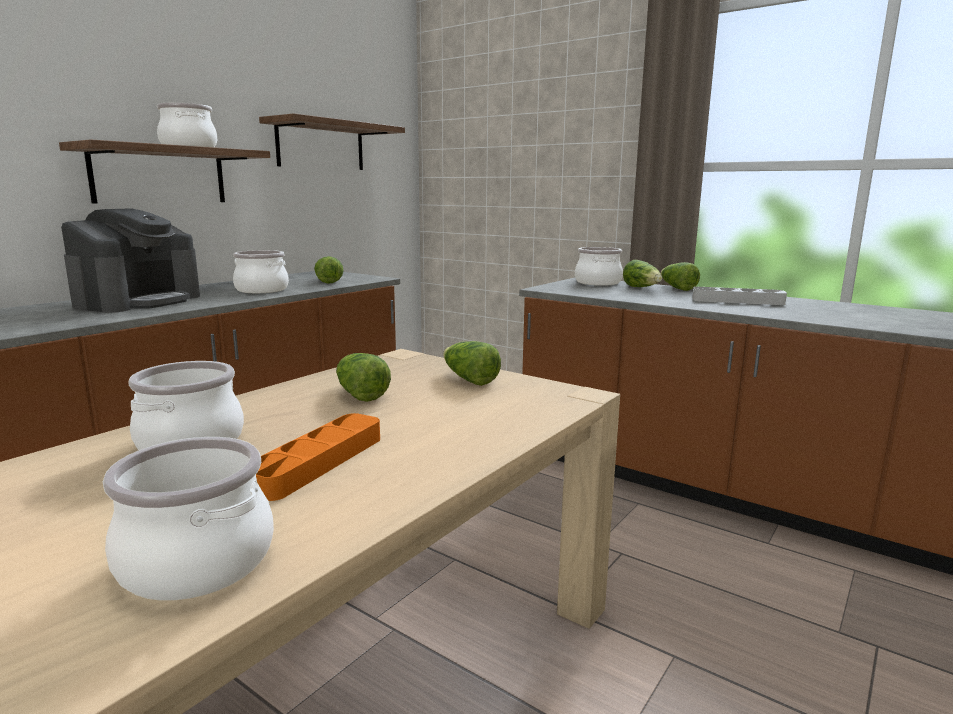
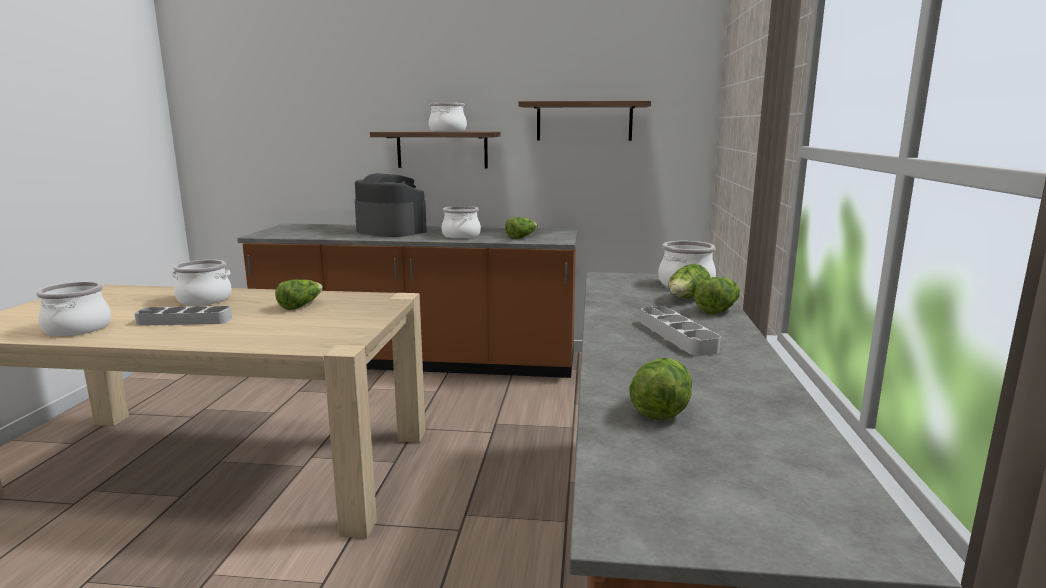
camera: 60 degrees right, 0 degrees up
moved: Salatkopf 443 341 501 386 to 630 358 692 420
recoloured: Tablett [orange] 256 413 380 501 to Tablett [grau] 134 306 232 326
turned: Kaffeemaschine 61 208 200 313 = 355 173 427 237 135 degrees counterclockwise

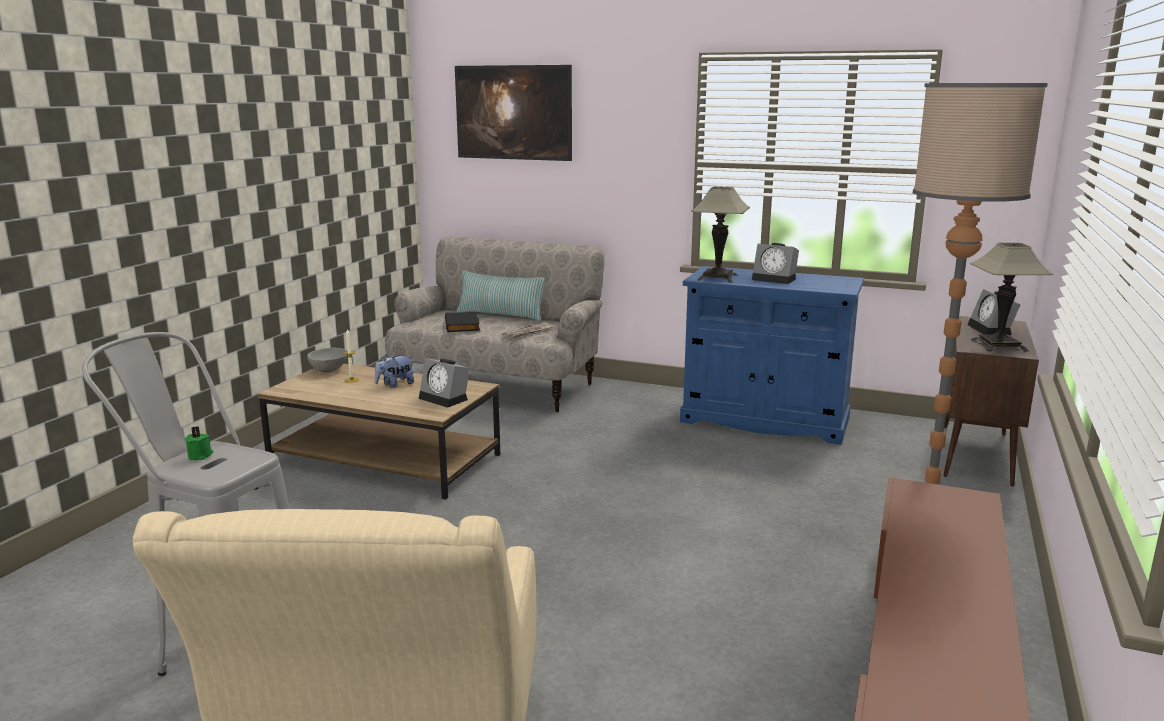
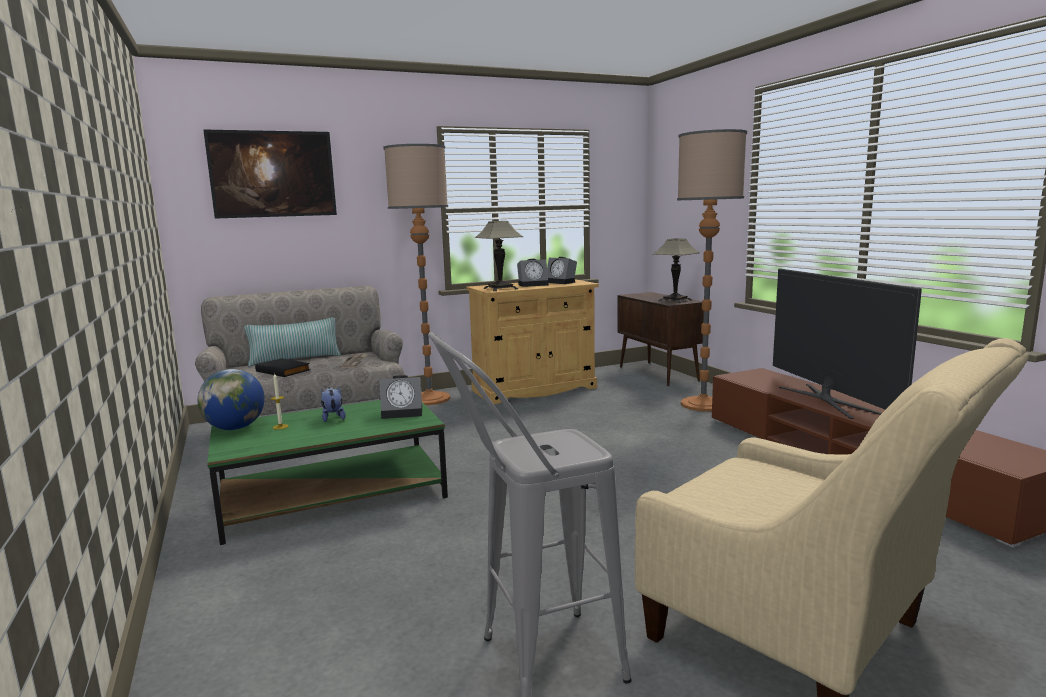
camera: 45 degrees left, 5 degrees down
removed: Kerze [grün] 185 426 214 460
added: Stehlampe 384 144 450 405; Fernseher 773 268 922 419
moved: Wecker 967 289 1021 335 to 547 257 577 284
replaced: Schüssel [grau] 307 348 347 372 to Globus 198 369 265 430
recoloured: Couchtisch [braun] 257 364 500 499 to Couchtisch [grün] 207 400 448 545; Schrank [blau] 680 266 864 445 to Schrank [beige] 466 279 599 404
turned: Plüschtier 374 354 414 388 = 321 387 346 422 150 degrees clockwise

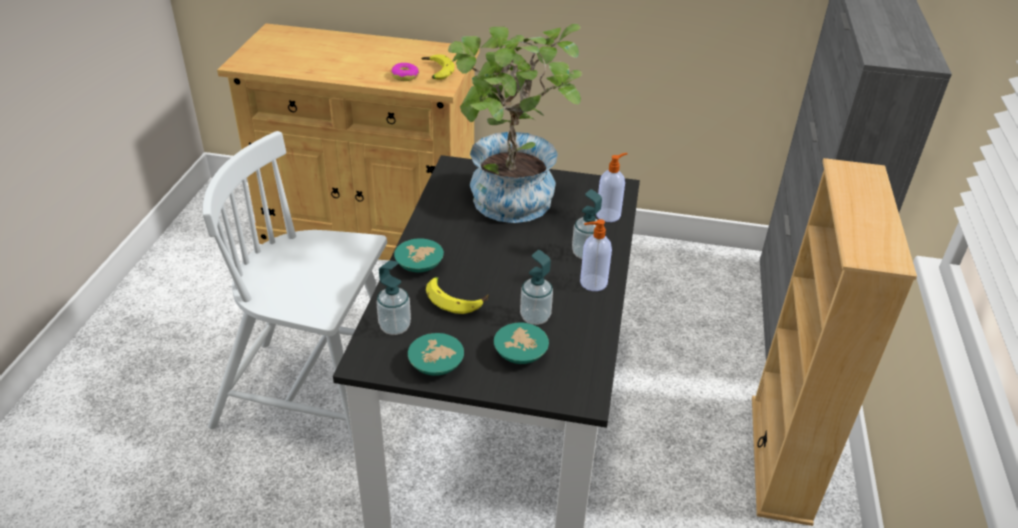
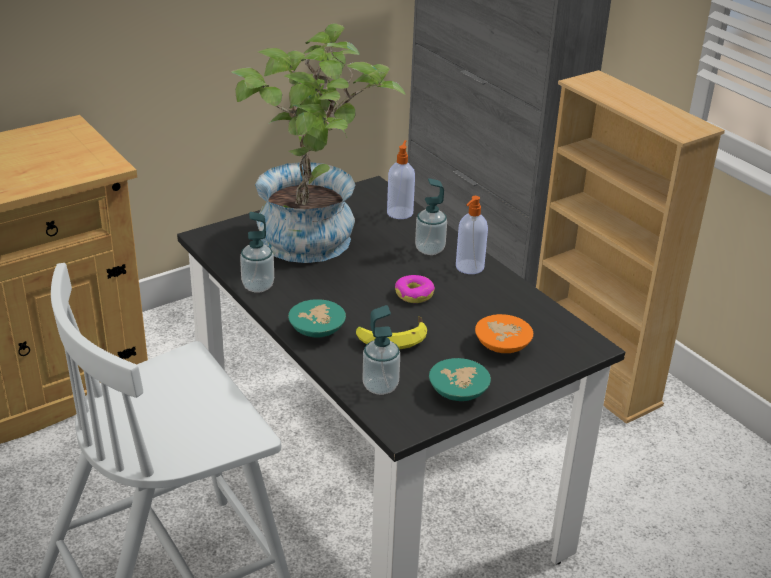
camera: 45 degrees left, 5 degrees down
removed: Banane 421 54 455 80
moved: Donut 391 63 419 81 to 395 275 435 303; Seifenspender 520 250 553 325 to 240 212 274 293
recoloured: Schüssel [türkis] 494 323 549 364 to Schüssel [orange] 475 314 533 353

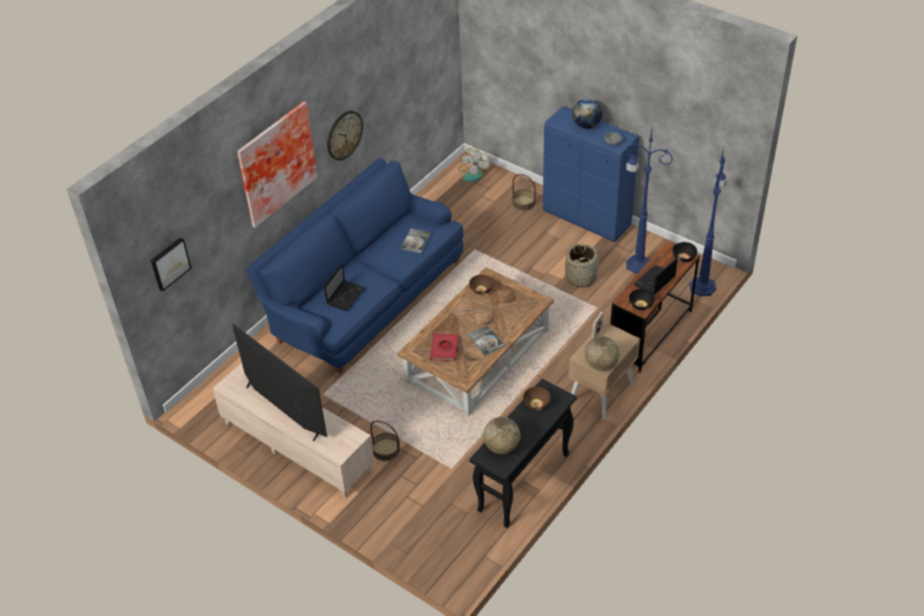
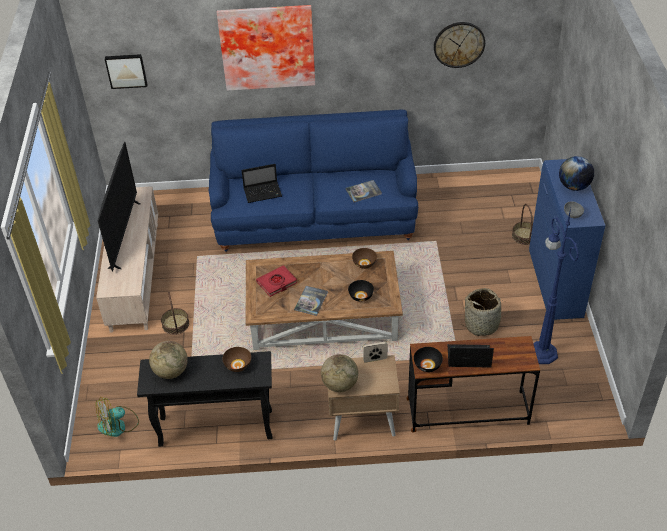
camera: 50 degrees right, 0 degrees up
removed: Stehlampe [blau] 690 147 727 296
moved: Wanduhr 327 111 363 160 to 434 22 485 68; Ventilator 458 148 491 182 to 96 397 139 437; Schüssel [schwarz] 672 242 697 262 to 348 280 374 302

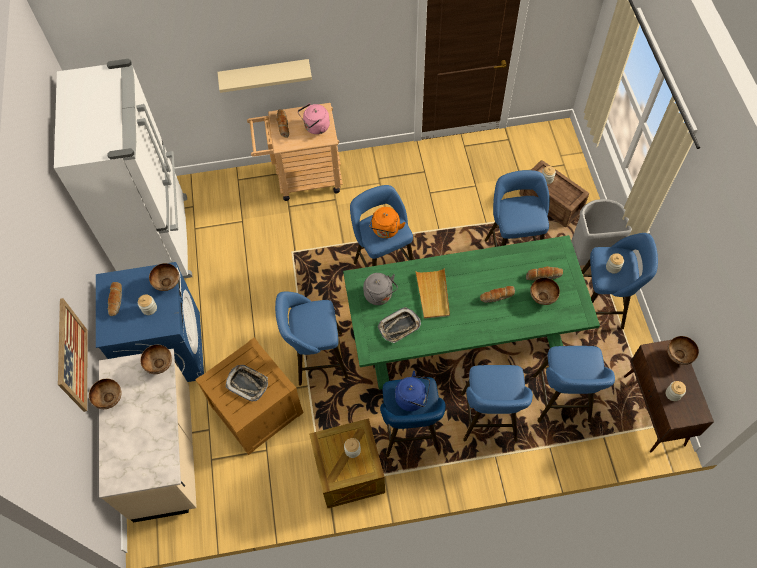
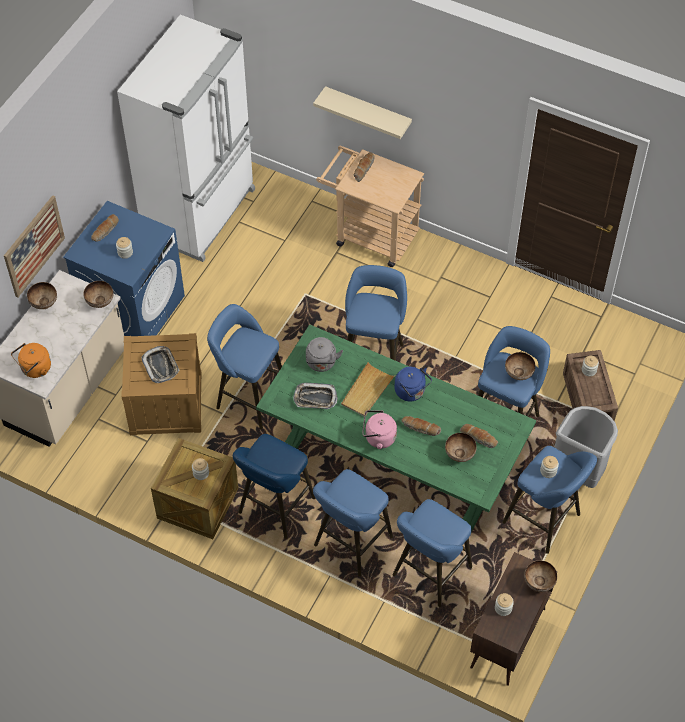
camera: 35 degrees right, 5 degrees down
moved: Schüssel 149 263 179 291 to 505 352 536 380; Wasserkessel [rosa] 298 103 330 134 to 362 410 397 449; Wasserkessel [orange] 369 207 406 238 to 11 343 51 378; Wasserkessel [blau] 395 371 430 411 to 395 367 432 401

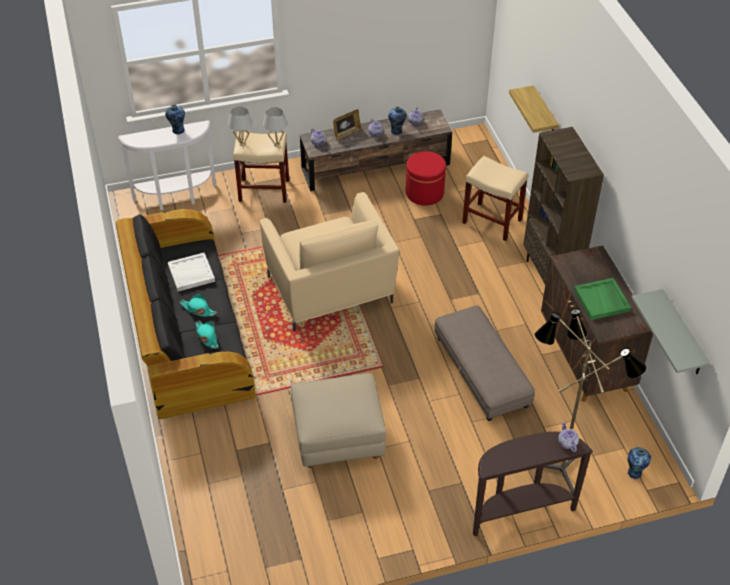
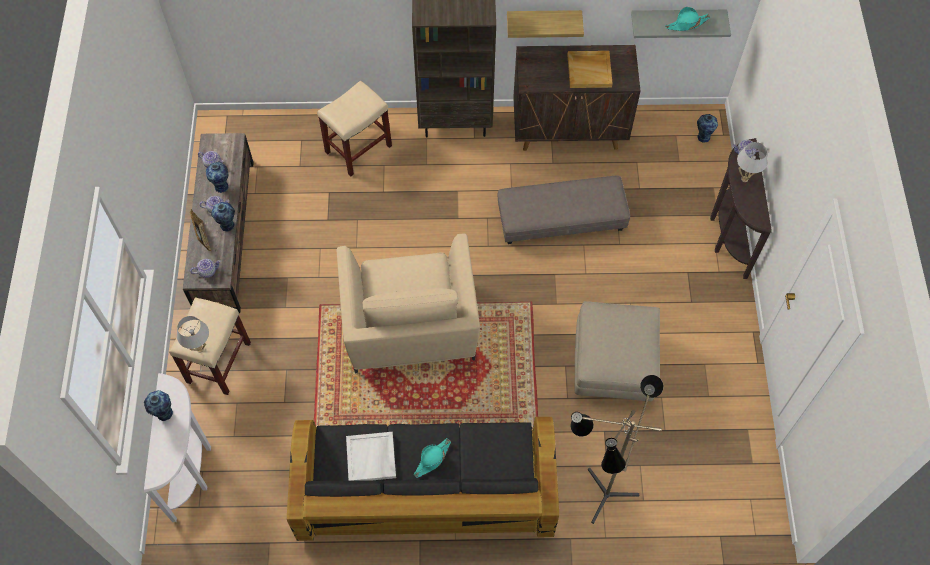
camera: 75 degrees left, 15 degrees up
removed: Polsterhocker [rot] 406 151 446 206
added: Vase 211 202 235 231
moved: Hut [türkis] 196 321 219 349 to 665 7 710 31; Tischlampe [weiß] 263 107 288 147 to 737 142 767 182; Wandregal 509 85 559 133 to 507 10 584 38; Stehlampe 534 308 646 495 to 571 375 664 524
recoloured: Tablett [grün] 574 278 631 320 to Tablett [beige] 567 51 613 88
turned: Sessel [beige] 260 192 399 332 = 337 234 480 373 90 degrees clockwise

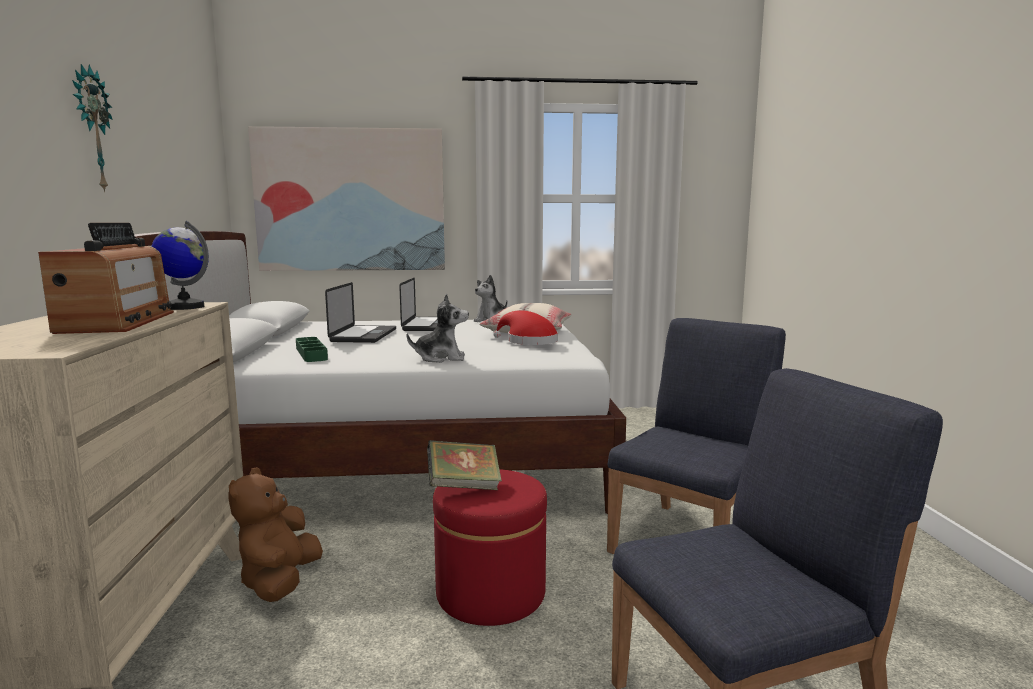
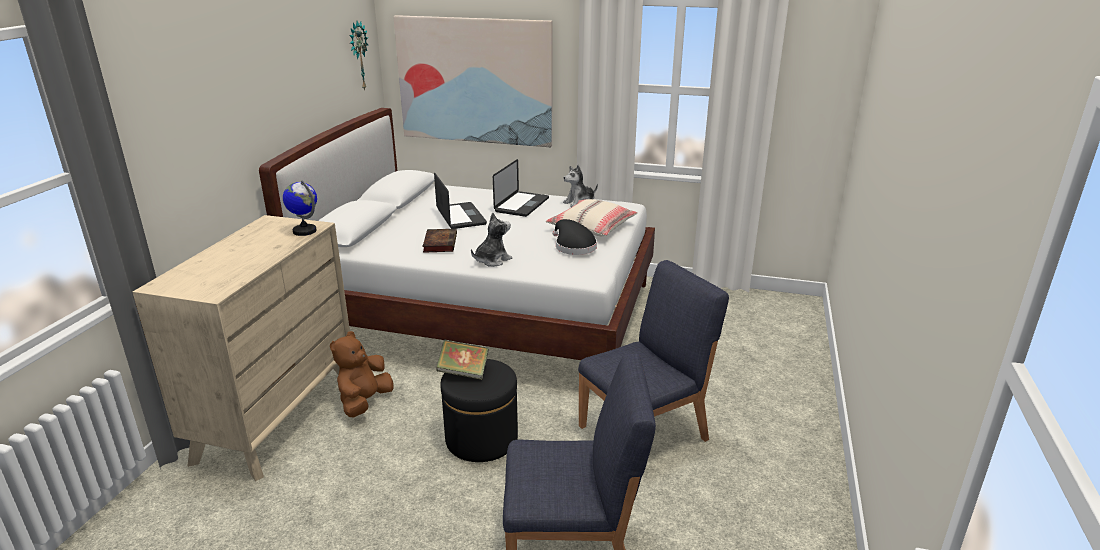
camera: 20 degrees right, 15 degrees up
removed: Radio 38 223 174 334; Tablett [grün] 296 337 328 362
added: Buch 422 229 457 253
moved: Wanduhr 72 64 113 192 to 349 21 368 90
recoloured: Polsterhocker [rot] 433 469 547 626 to Polsterhocker [schwarz] 441 359 518 462; Hut [rot] 493 310 558 345 to Hut [schwarz] 552 219 597 255
turned: Laptop 325 282 396 343 = 434 173 487 229 45 degrees counterclockwise; Plüschtier 407 294 469 363 = 471 213 512 267 60 degrees counterclockwise

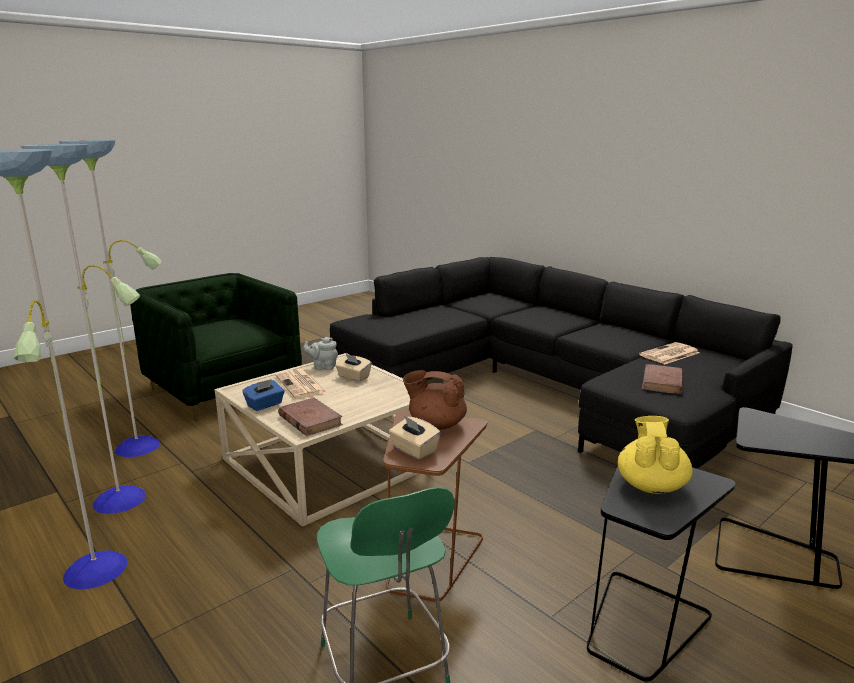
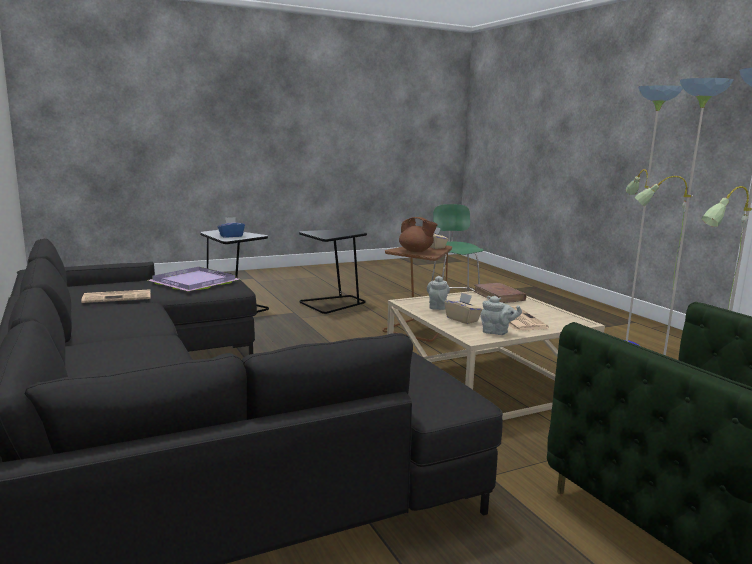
camera: 165 degrees left, 5 degrees down
removed: Teekanne [gelb] 618 416 693 494
added: Teekanne [grau] 427 276 450 310
moved: Taschentuchbox [blau] 242 379 285 411 to 218 217 245 238
replaced: Buch [braun] 642 364 683 394 to Tablett [lila] 148 267 239 291

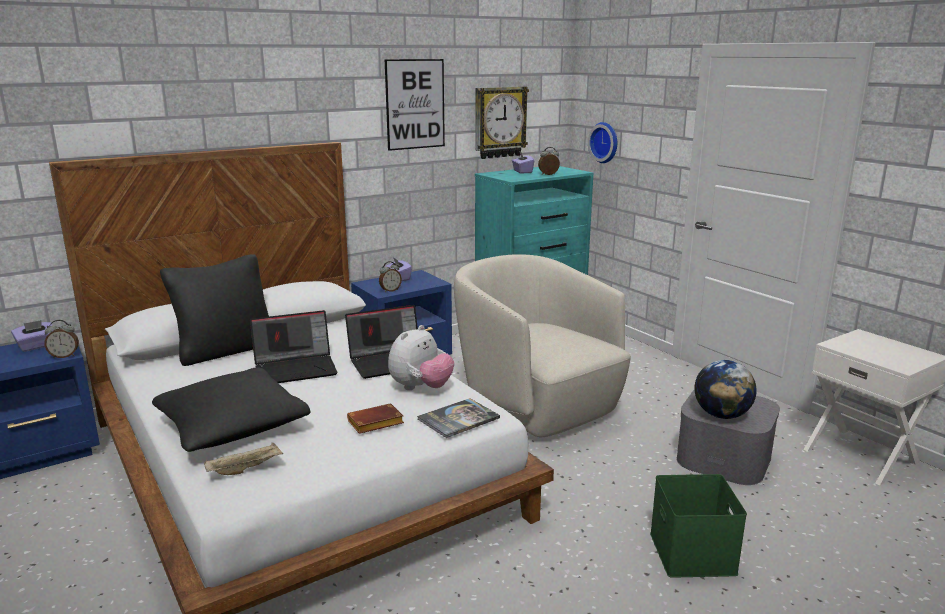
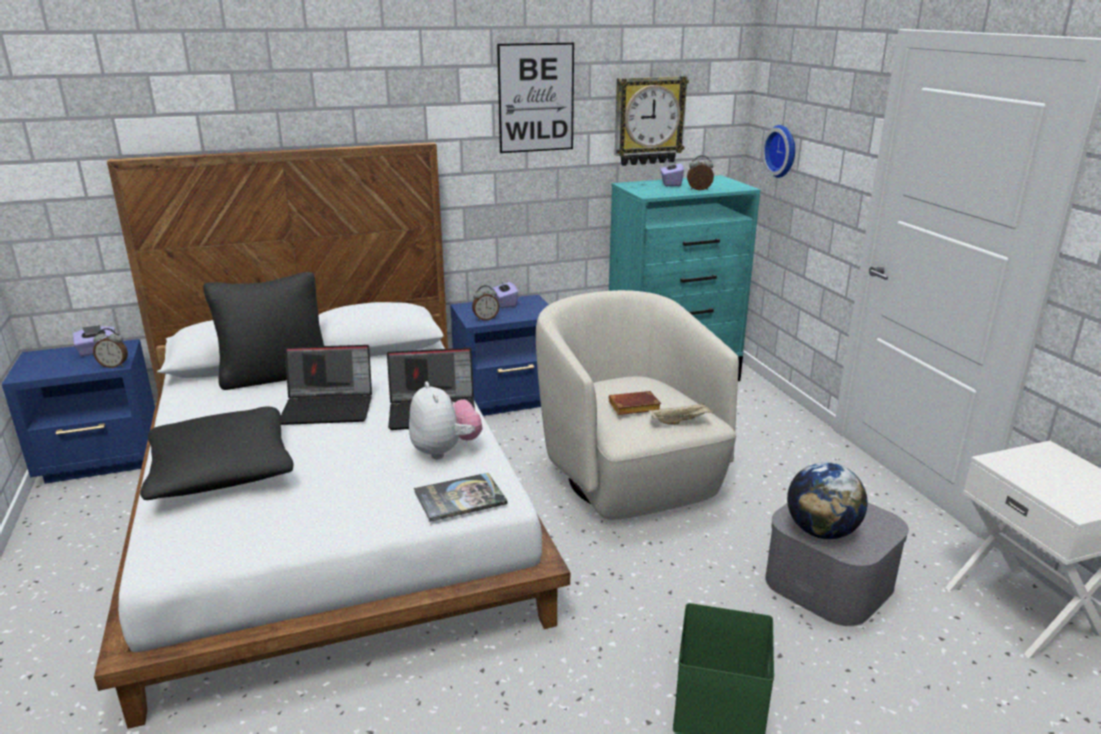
camera: 15 degrees right, 5 degrees up
moved: Tablett [beige] 204 442 283 475 to 648 402 713 425; Buch [braun] 347 403 404 434 to 609 391 661 415
turned: Plüschtier 388 325 454 390 = 409 382 483 459 75 degrees counterclockwise

